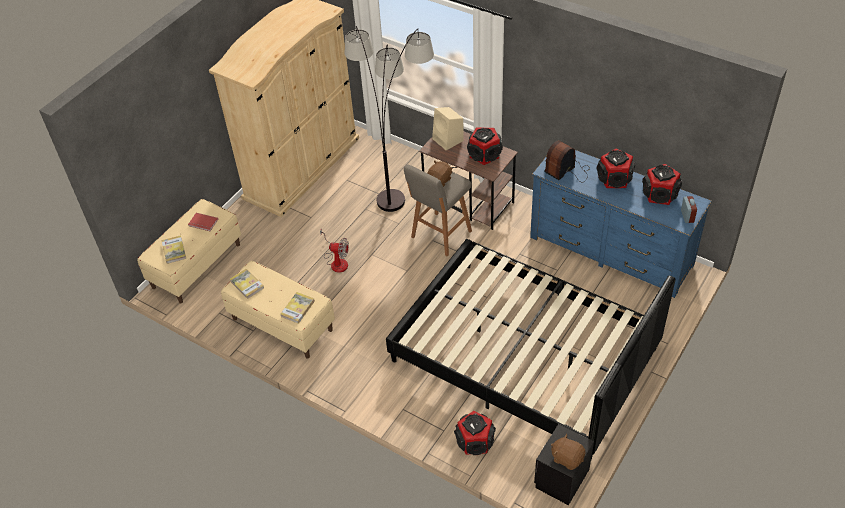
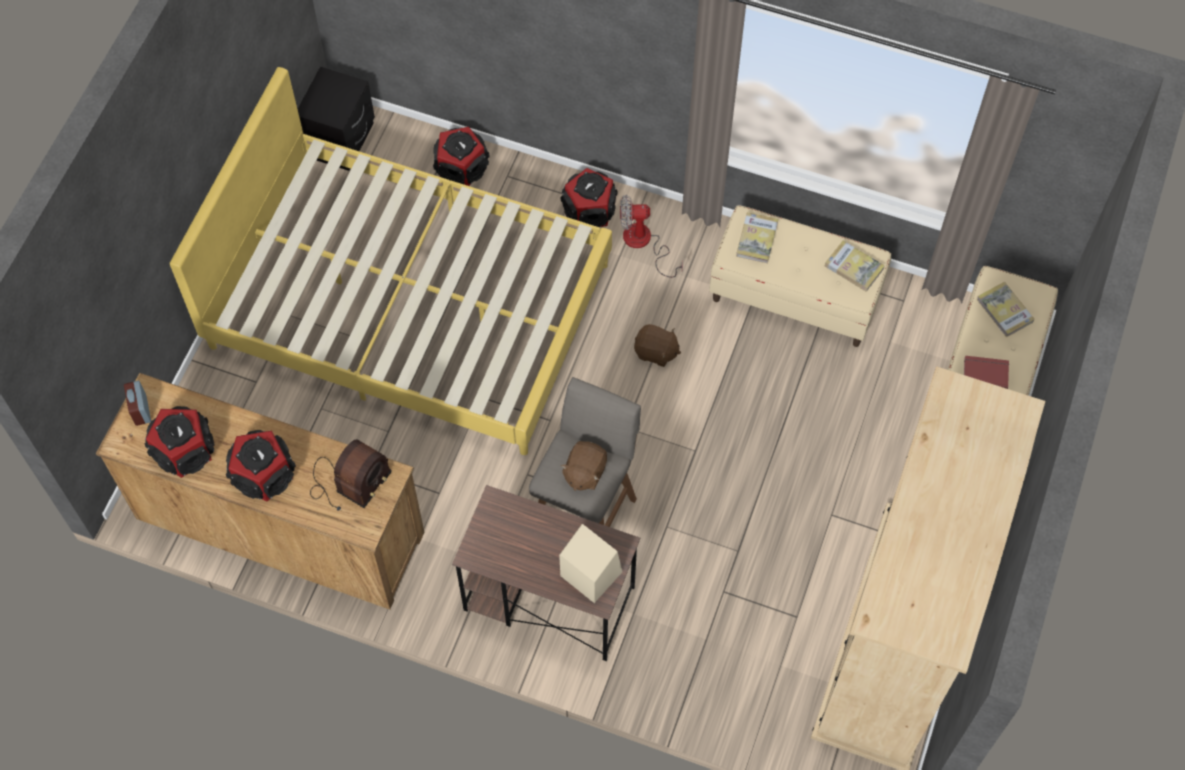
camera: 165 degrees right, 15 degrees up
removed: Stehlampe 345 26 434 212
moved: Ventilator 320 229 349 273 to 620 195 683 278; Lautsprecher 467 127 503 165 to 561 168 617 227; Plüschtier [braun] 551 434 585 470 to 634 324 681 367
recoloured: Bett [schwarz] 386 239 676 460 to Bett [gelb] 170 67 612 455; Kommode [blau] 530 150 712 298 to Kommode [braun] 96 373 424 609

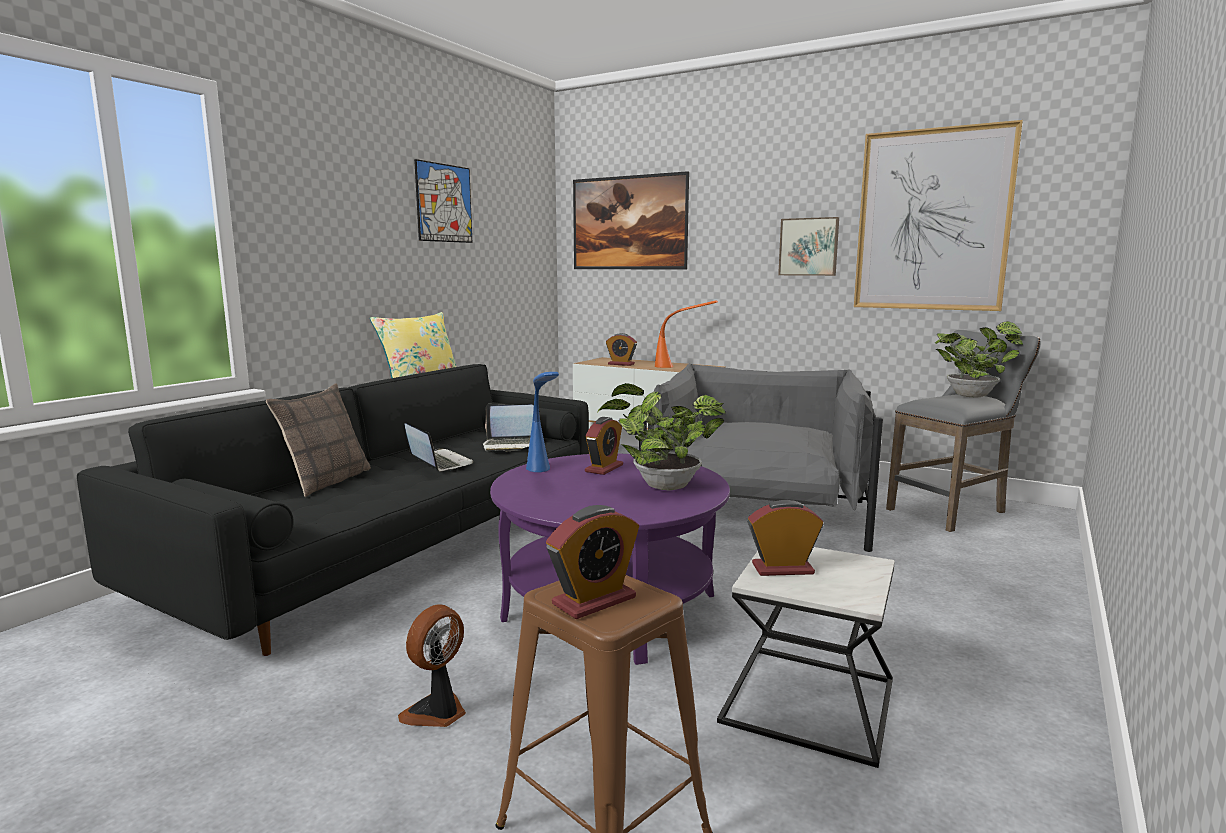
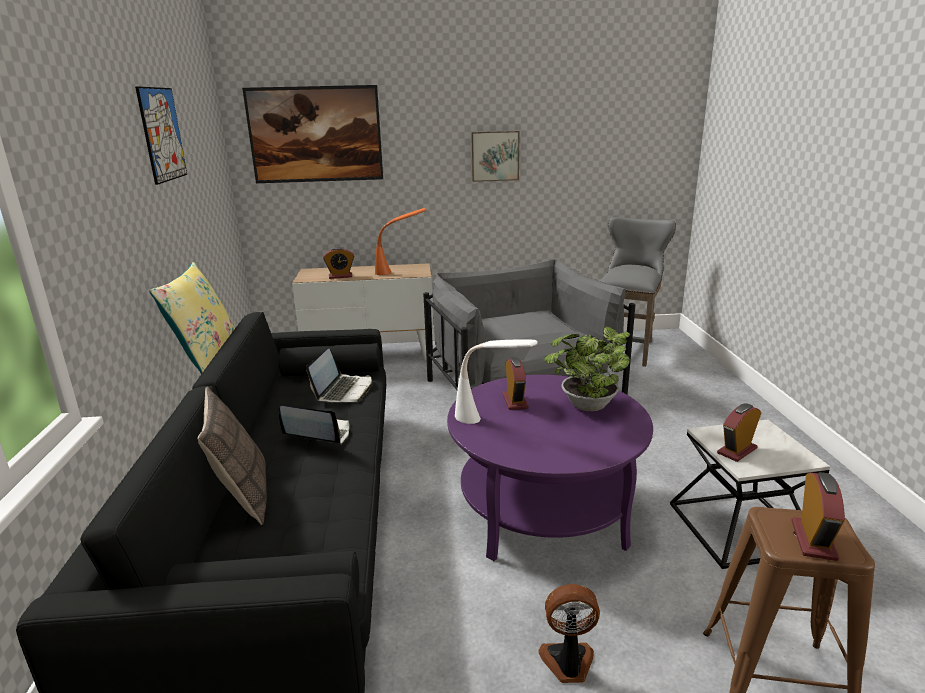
camera: 35 degrees left, 10 degrees up
removed: Bild 854 120 1023 311; Topfpflanze 935 321 1023 398
recoloured: Tischlampe [blau] 526 372 559 472 to Tischlampe [weiß] 455 339 538 424
turned: Ventilator 398 604 466 727 = 538 584 600 683 90 degrees clockwise; Laptop 483 404 534 451 = 306 349 372 403 45 degrees counterclockwise

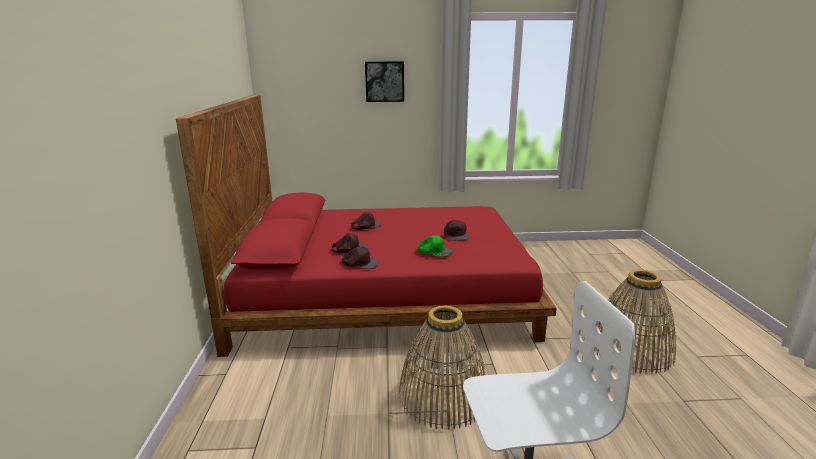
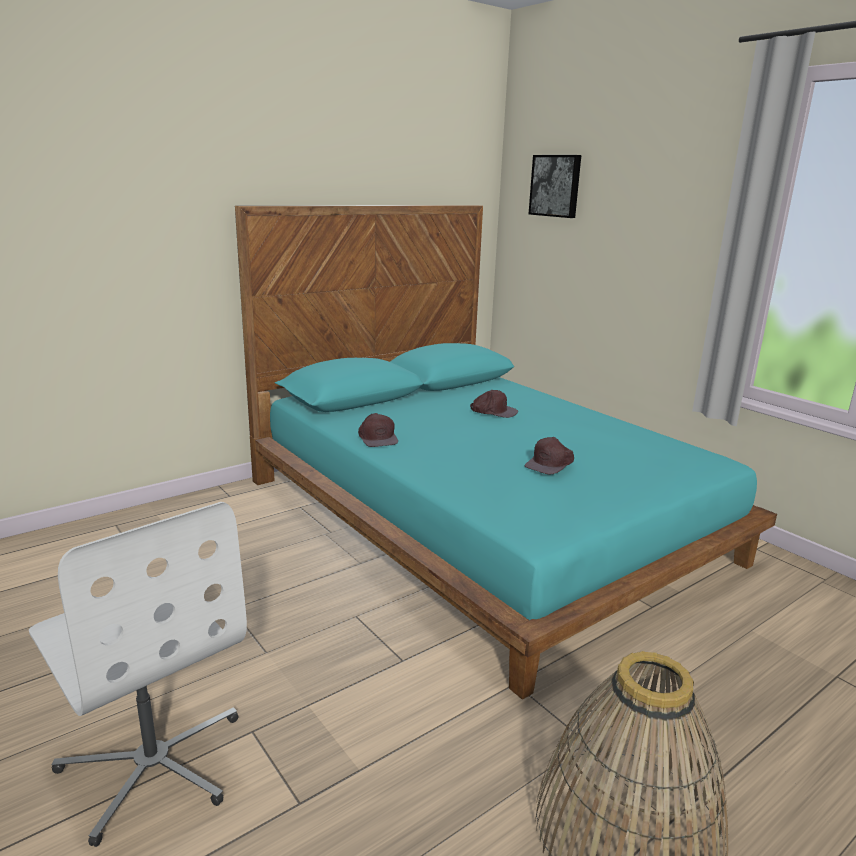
camera: 55 degrees right, 0 degrees up
removed: Kappe [braun] 332 233 368 253; Korb 399 305 486 430; Kappe [grün] 417 235 453 257
moved: Bild 365 61 404 102 to 529 155 581 218
recoloured: Bett [rot] 176 95 557 357 to Bett [türkis] 235 205 777 699

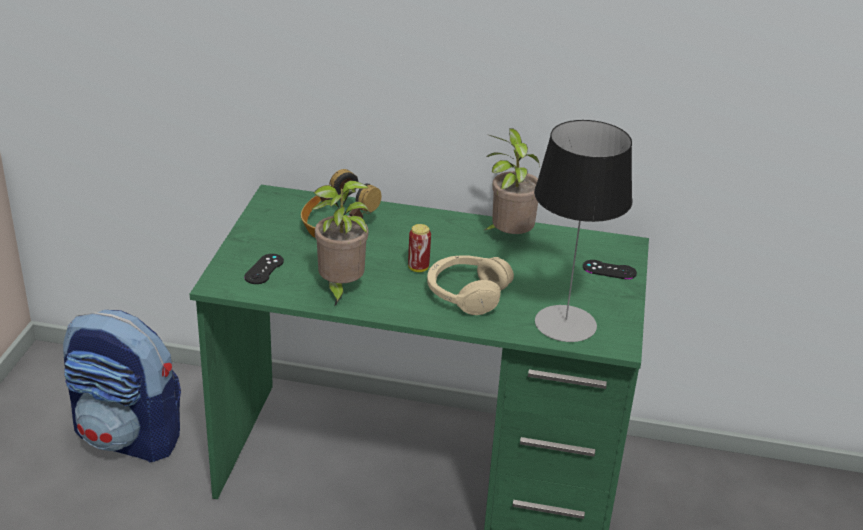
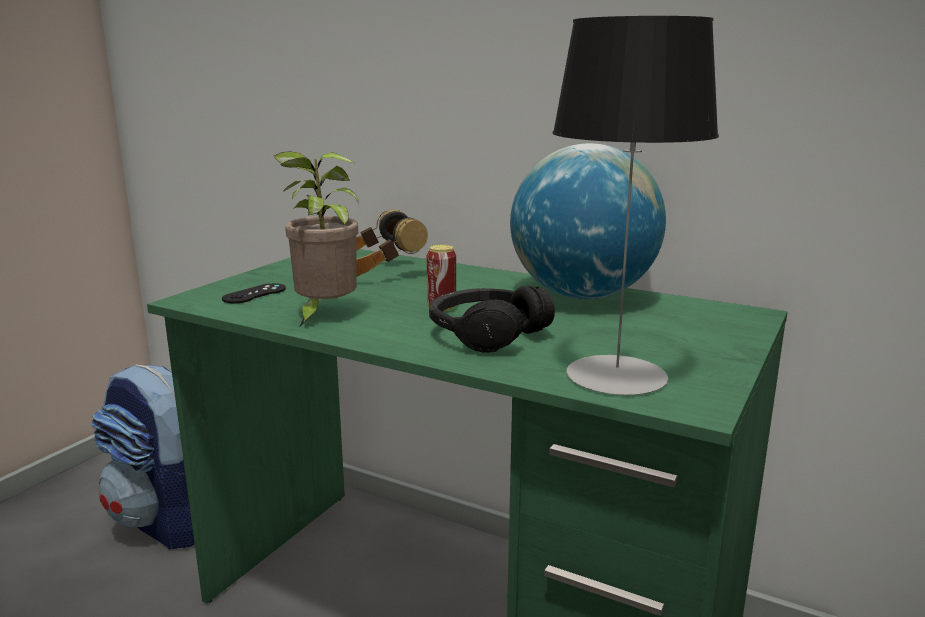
camera: 20 degrees right, 15 degrees down
removed: Gamepad [schwarz] 583 260 637 280
replaced: Topfpflanze 483 128 540 234 to Globus 510 143 666 299
recoloured: Kopfhörer [beige] 427 255 514 315 to Kopfhörer [schwarz] 429 286 555 353

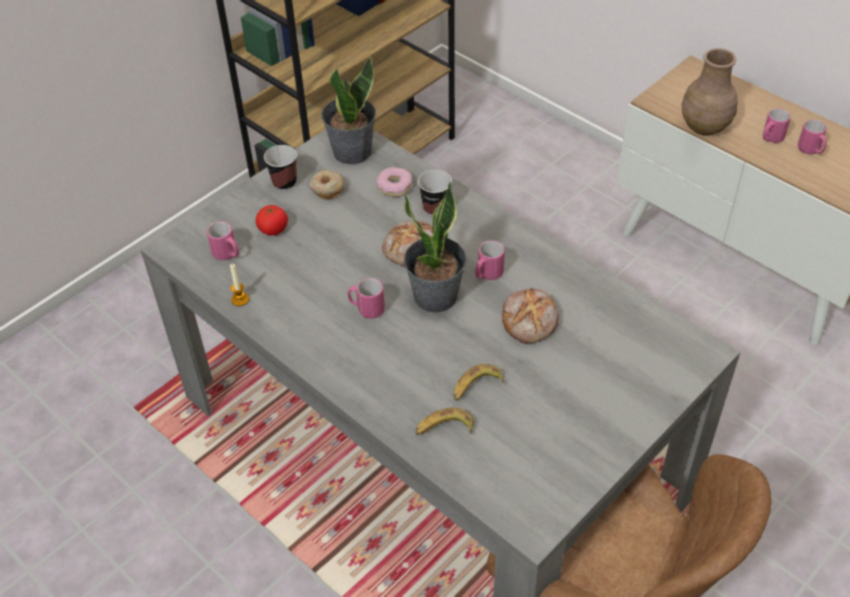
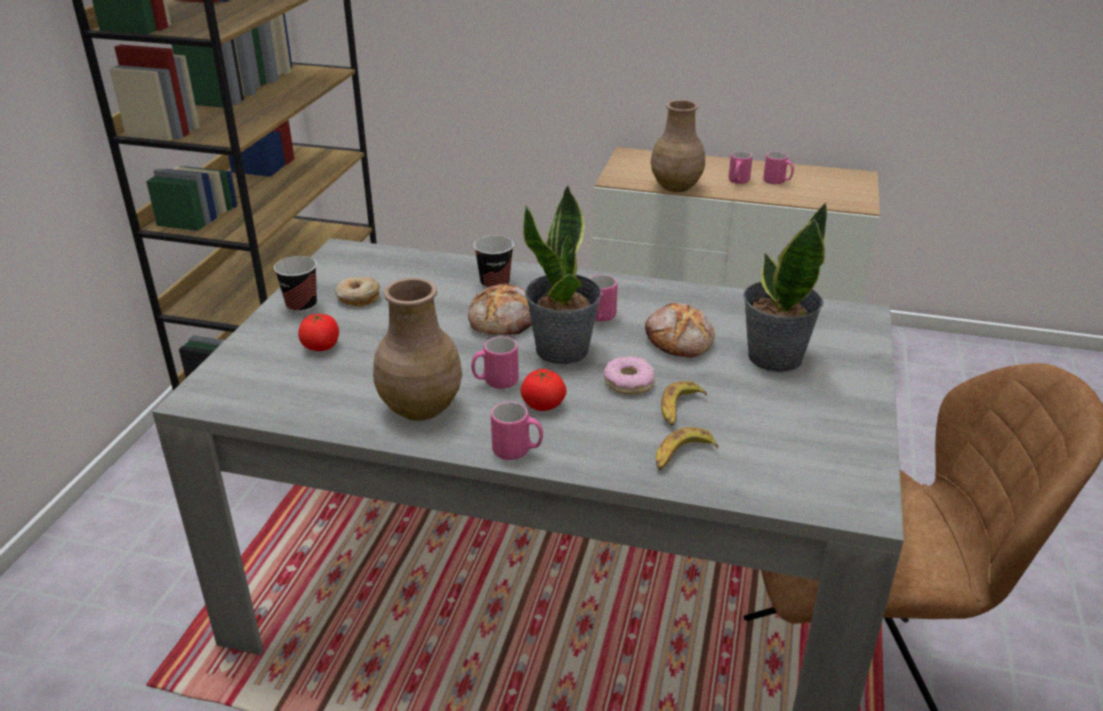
camera: 30 degrees left, 15 degrees down
removed: Kerze 230 264 249 306
added: Vase [braun] 373 278 462 421; Tomate 520 369 567 411
moved: Henkelbecher [rosa] 207 221 239 260 to 491 402 543 460; Topfpflanze 321 56 376 165 to 743 202 827 372; Donut 376 167 413 197 to 604 357 655 394

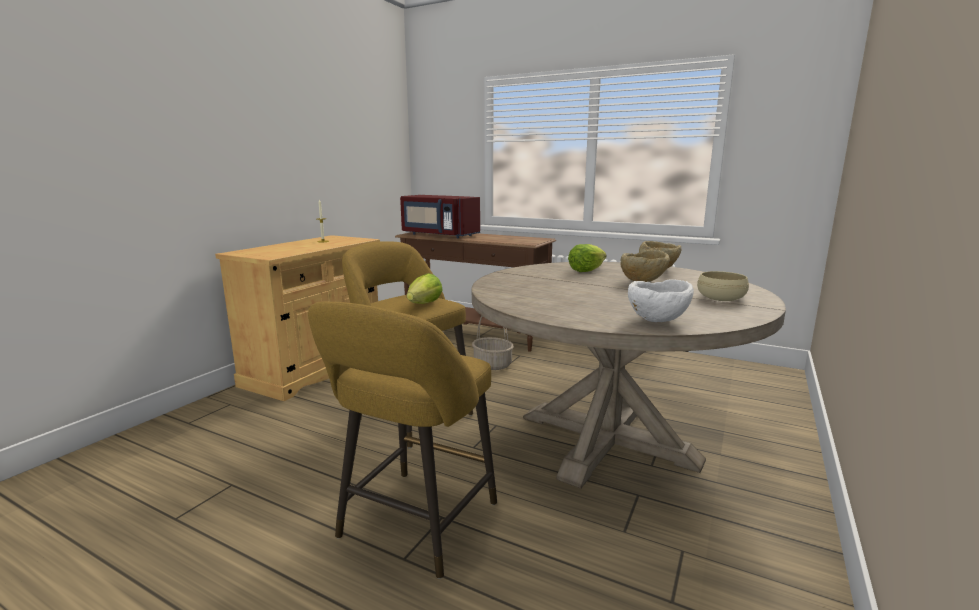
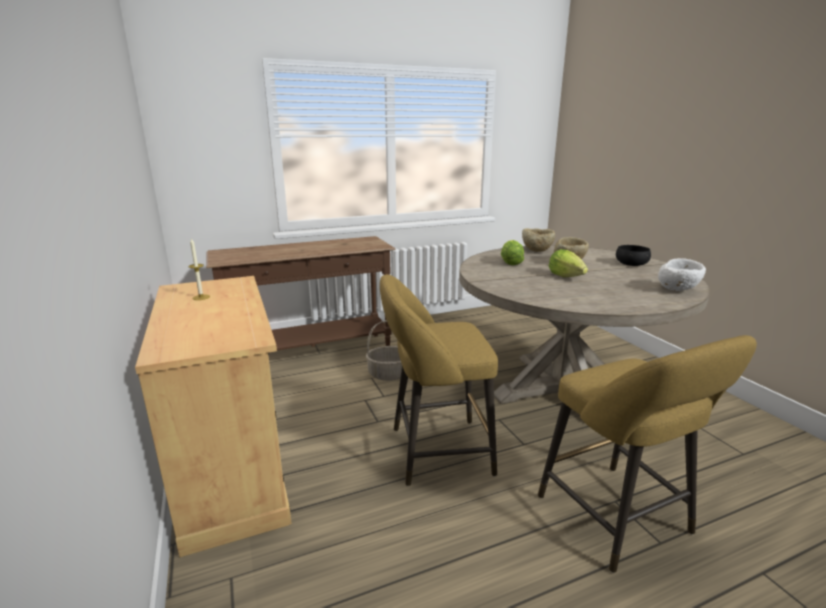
camera: 50 degrees left, 5 degrees up
removed: Mikrowelle [rot] 400 195 480 238
moved: Salatkopf 407 273 442 304 to 548 249 588 277
recoloured: Schüssel [beige] 697 271 749 301 to Schüssel [schwarz] 616 245 651 266

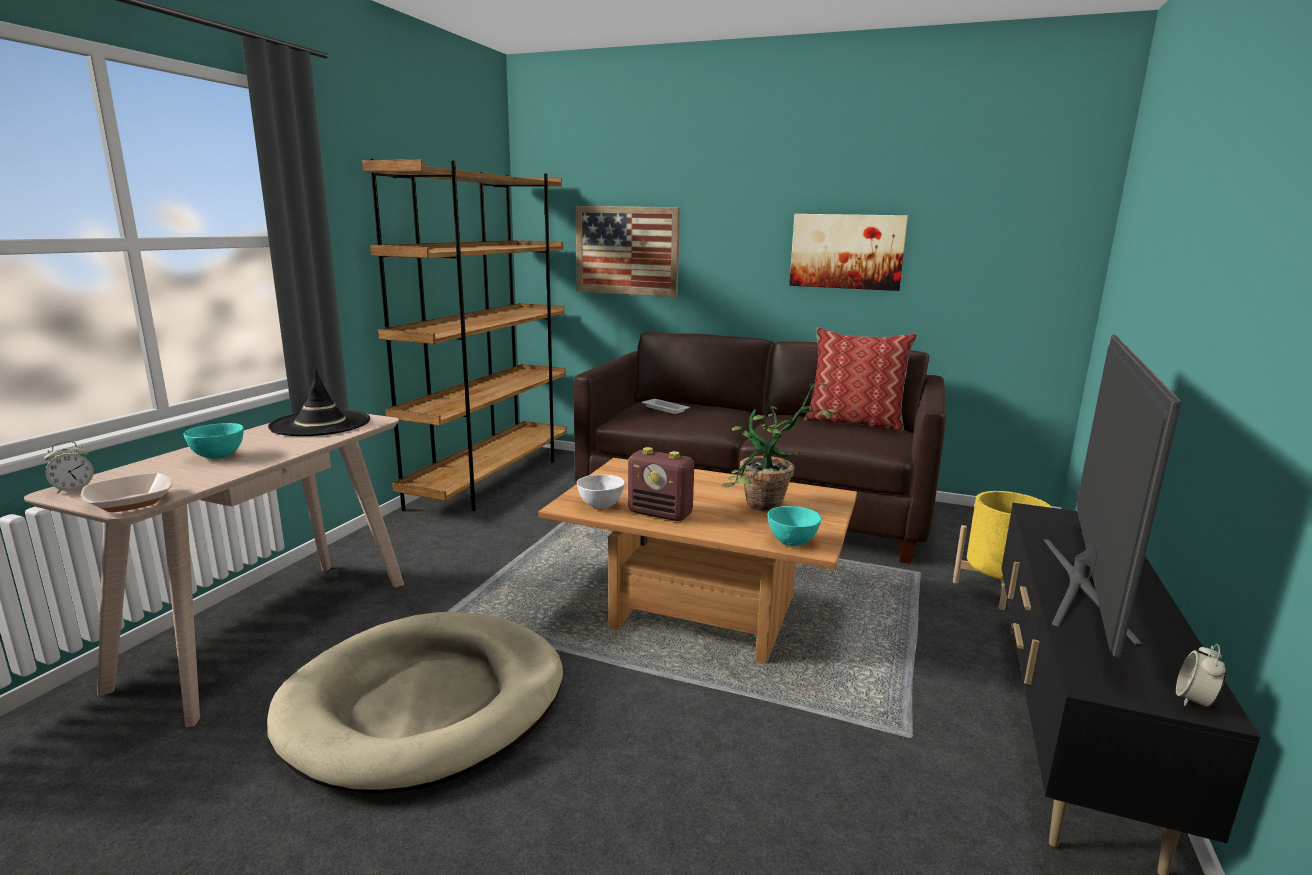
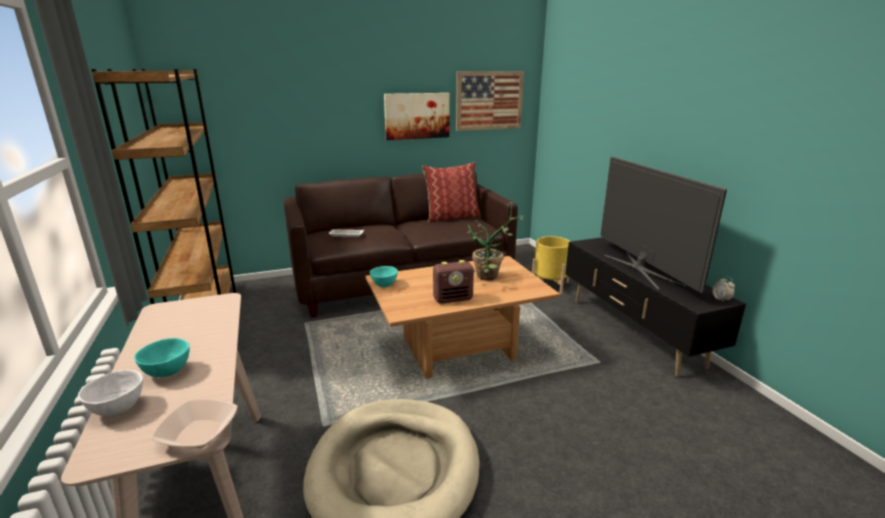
camera: 40 degrees left, 5 degrees up
removed: Wecker 44 441 94 494; Hut [schwarz] 268 369 370 436
moved: Bild 576 206 680 297 to 456 71 524 131; Schüssel [weiß] 577 475 625 509 to 78 370 143 416; Schüssel [türkis] 768 506 821 546 to 370 266 398 287

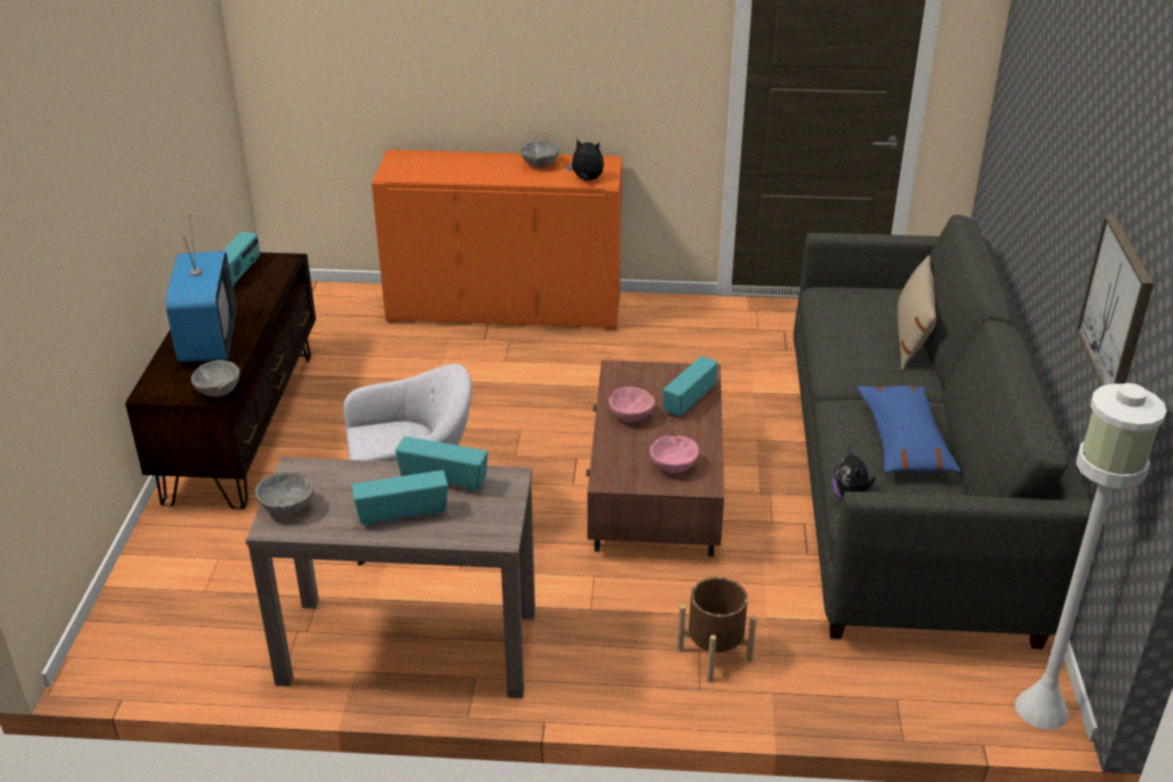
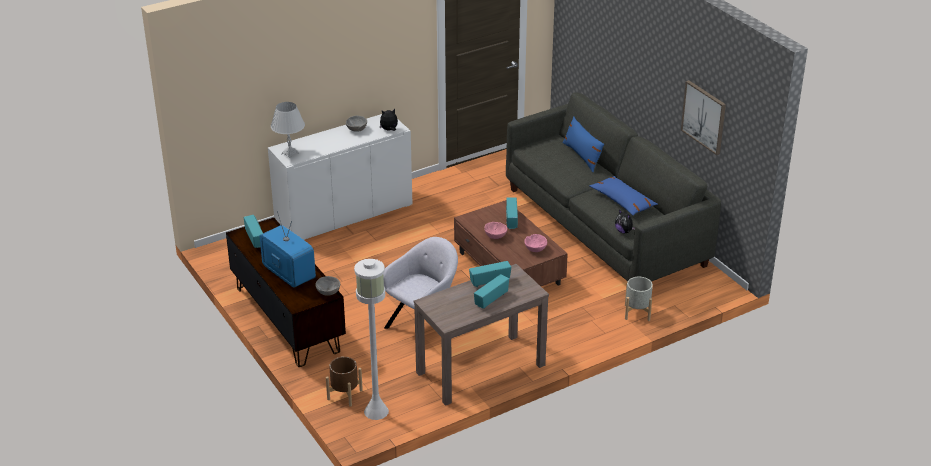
camera: 35 degrees left, 0 degrees up
removed: Schüssel [grau] 255 471 313 515
added: Tischlampe [weiß] 271 102 305 158; Pflanzkübel [grau] 625 277 653 321
moved: Pflanzkübel [braun] 677 577 757 682 to 326 357 363 407; Stehlampe [weiß] 1015 383 1167 730 to 354 259 389 420
recoloured: Schrank [orange] 372 150 623 330 to Schrank [weiß] 268 114 412 240; Kissen [beige] 897 255 936 370 to Kissen [blau] 562 116 604 173

